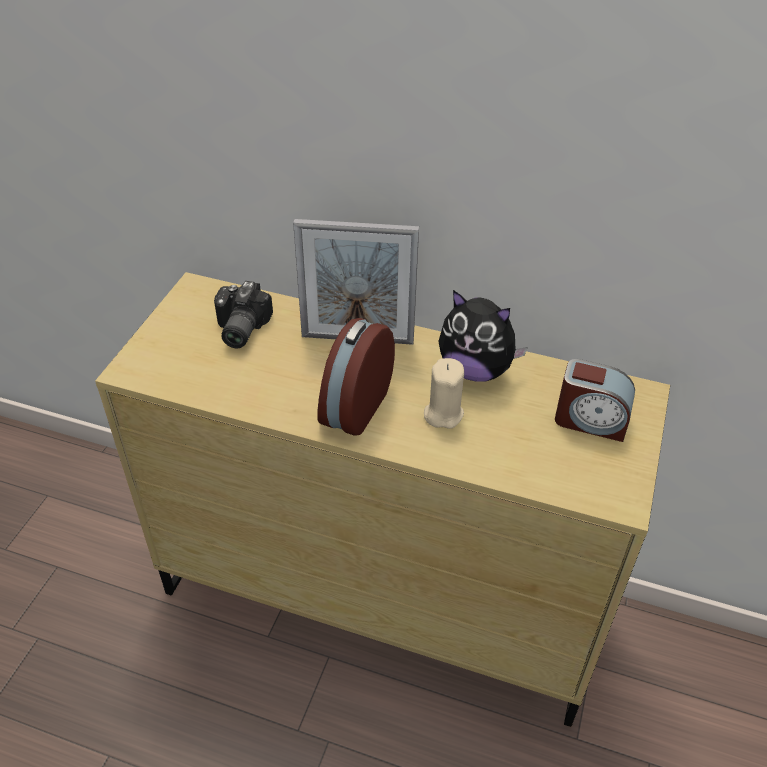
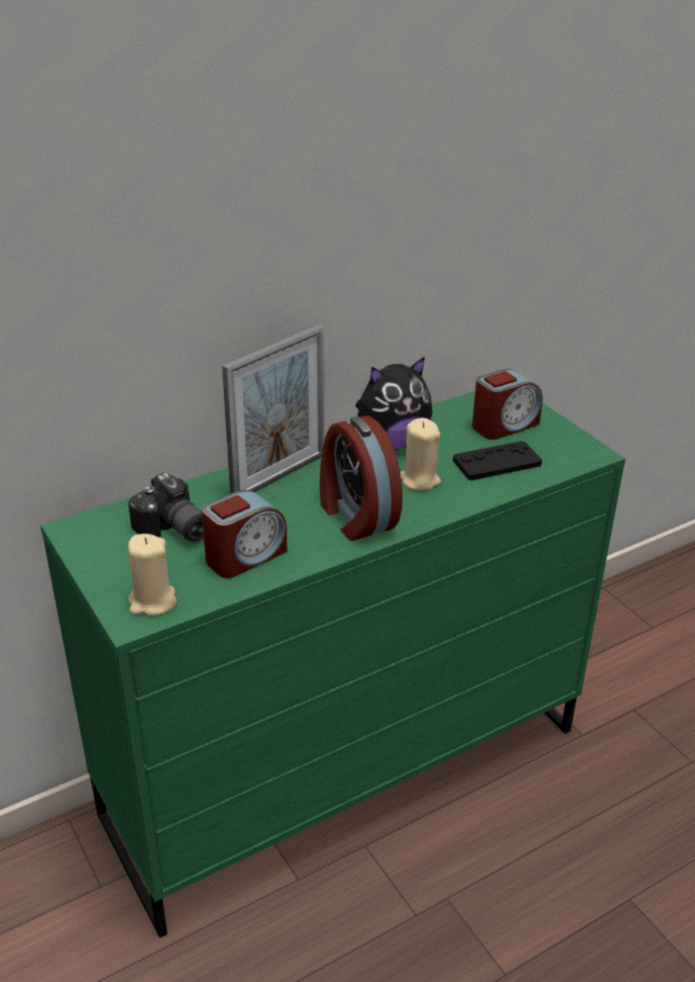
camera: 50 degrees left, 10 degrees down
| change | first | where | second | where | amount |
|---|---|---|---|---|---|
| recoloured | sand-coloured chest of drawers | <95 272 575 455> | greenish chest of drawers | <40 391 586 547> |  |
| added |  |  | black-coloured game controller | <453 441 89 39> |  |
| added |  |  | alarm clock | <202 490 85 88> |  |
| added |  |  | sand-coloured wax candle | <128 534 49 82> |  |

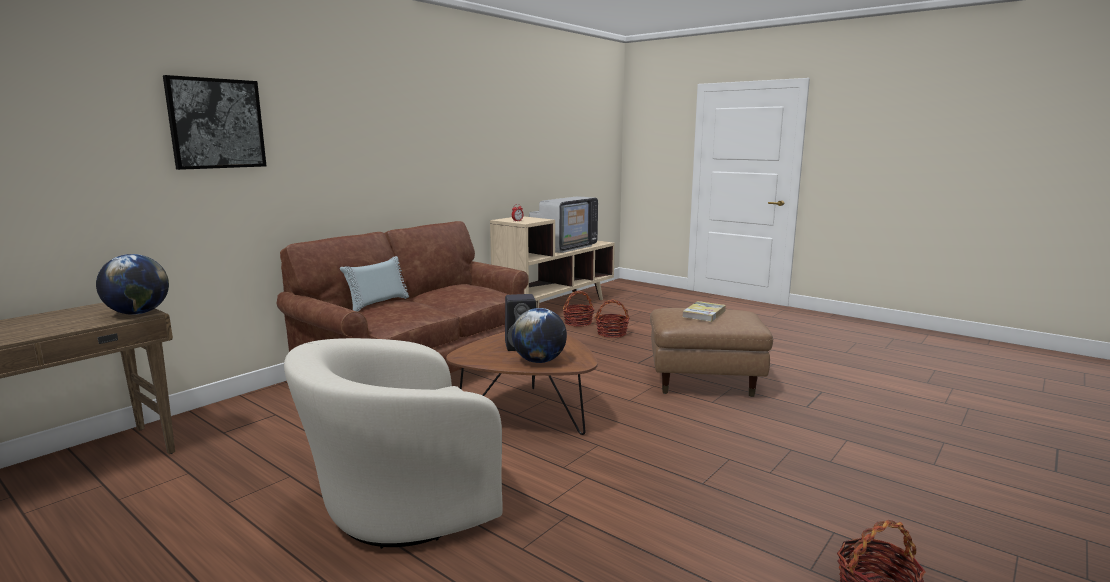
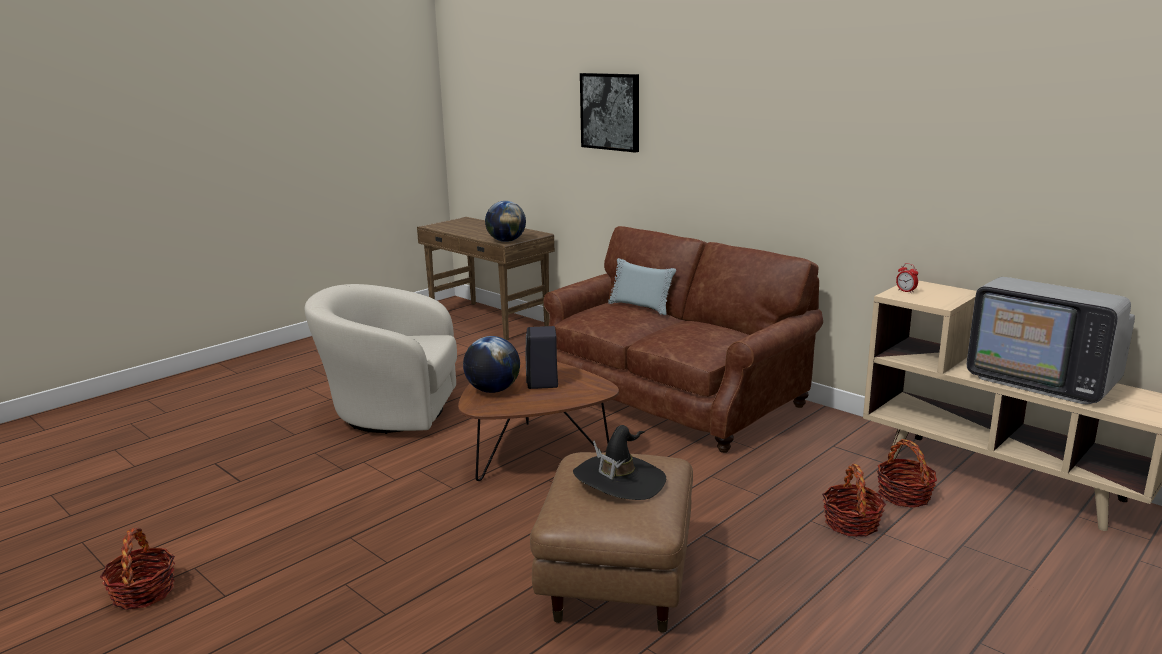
camera: 95 degrees right, 5 degrees up
| change | first | where | second | where | amount |
|---|---|---|---|---|---|
| replaced | volume | <682 301 44 21> | black-coloured hat | <573 425 93 75> |  |
| turned | sand-coloured armchair | <284 338 219 211> |  | <305 284 152 150> | 60 degrees counterclockwise |

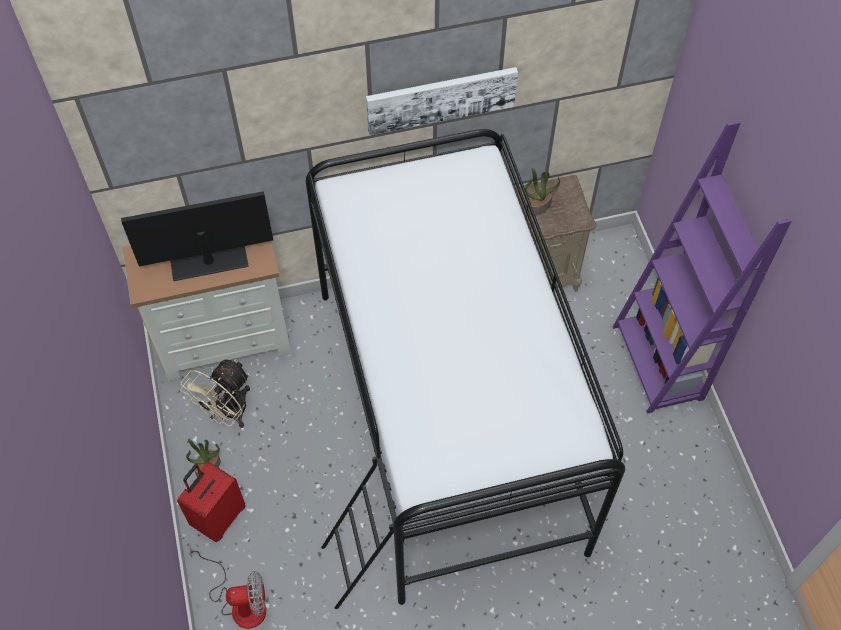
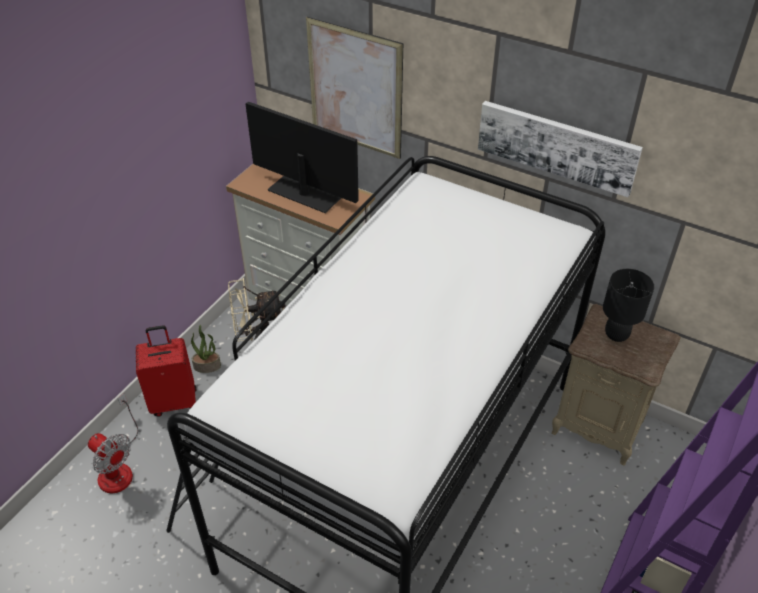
camera: 45 degrees right, 15 degrees down
| change | first | where | second | where | amount |
|---|---|---|---|---|---|
| replaced | plant in a pot | <525 167 35 48> | black-coloured tabletop lamp | <603 269 51 73> |  |
| added |  |  | picture | <306 17 97 142> |  |

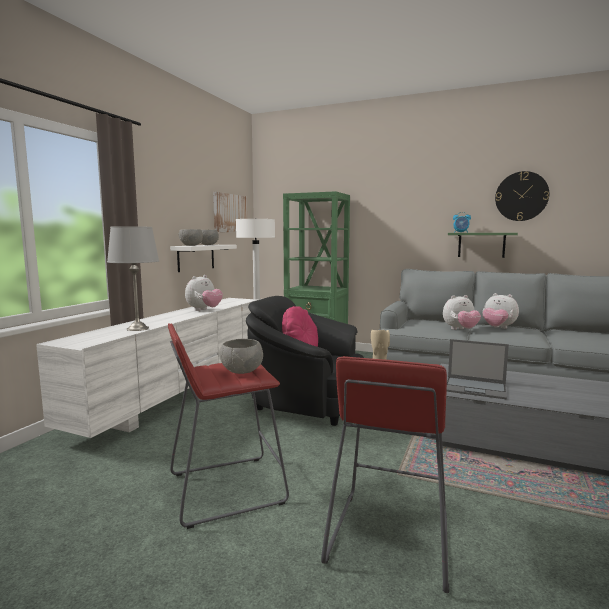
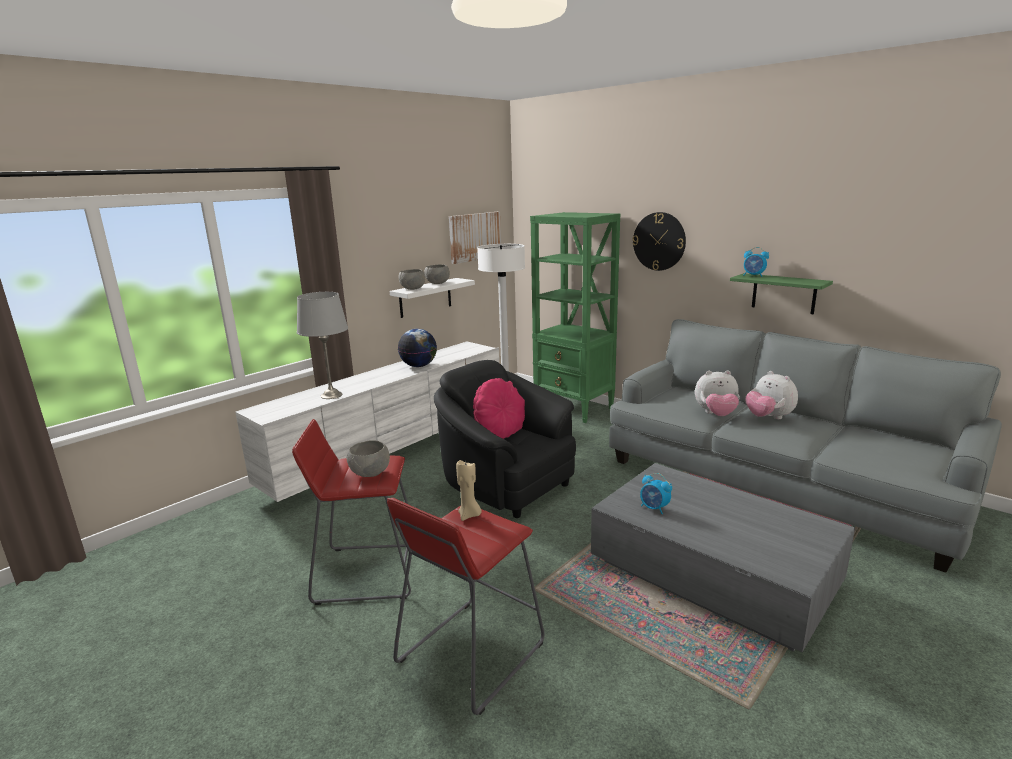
camera: 20 degrees right, 10 degrees up
| change | first | where | second | where | amount |
|---|---|---|---|---|---|
| moved | wall clock | <495 171 54 50> |  | <633 212 53 59> |  |
| replaced | cuddly toy | <185 275 38 36> | globe | <398 329 39 38> |  |
| replaced | notebook computer | <447 339 62 60> | alarm clock | <640 473 32 41> |  |

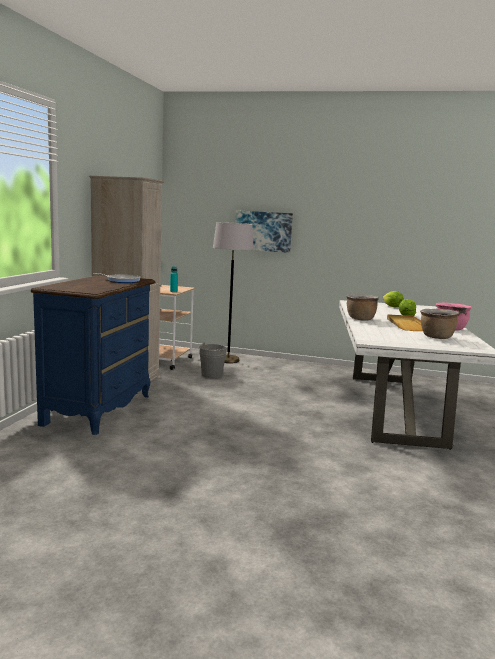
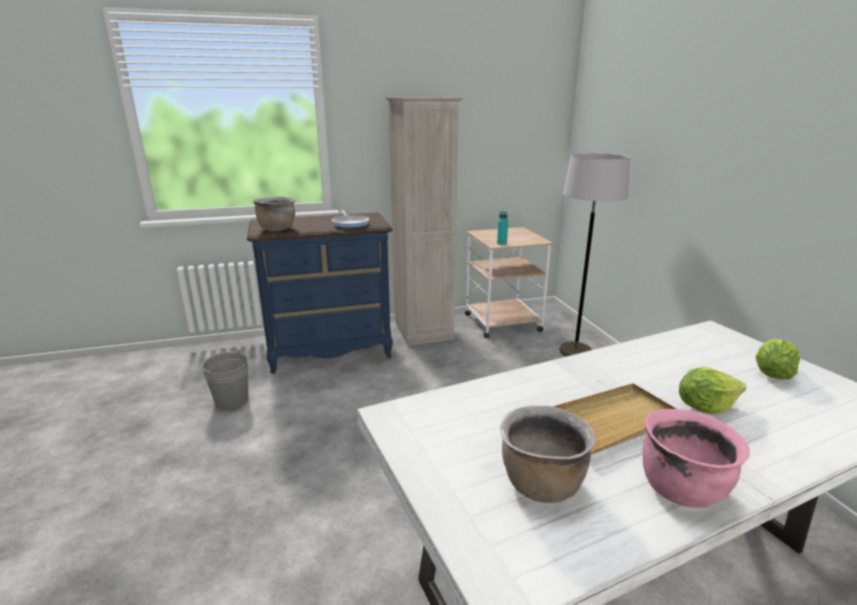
camera: 60 degrees right, 10 degrees up
| change | first | where | second | where | amount |
|---|---|---|---|---|---|
| removed | picture | <235 210 58 43> |  |  |  |
| moved | brownish cooking pot | <346 294 33 27> |  | <253 196 42 35> |  |
| moved | gray bucket | <199 342 28 36> |  | <202 349 47 61> |  |

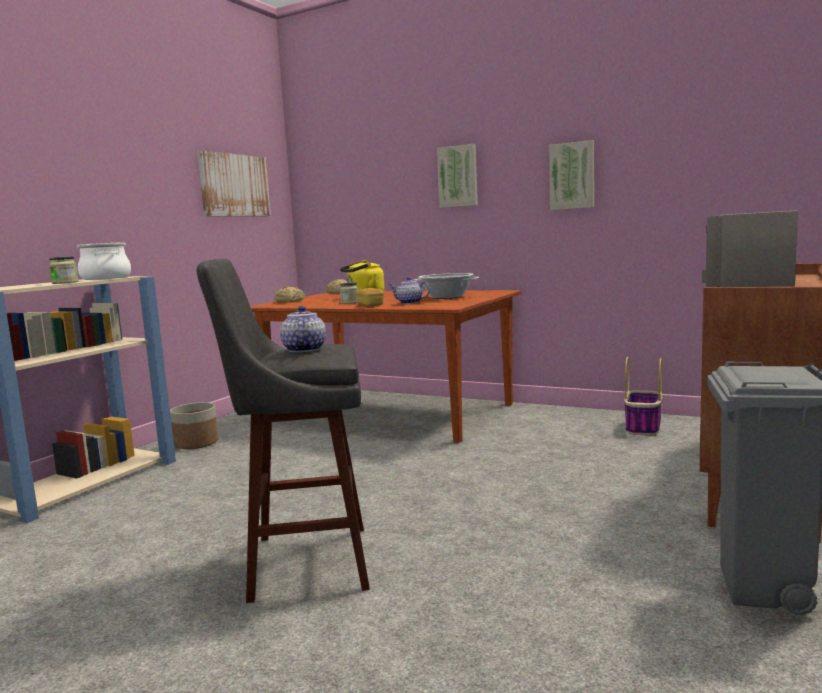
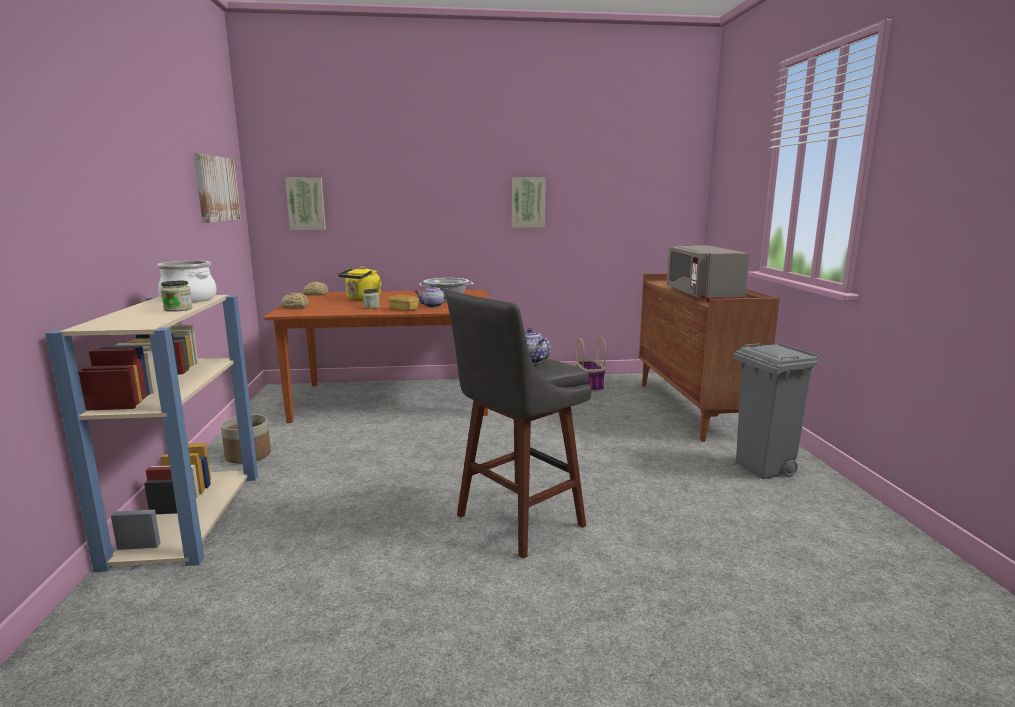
camera: 35 degrees left, 5 degrees up
| change | first | where | second | where | amount |
|---|---|---|---|---|---|
| moved | picture | <437 144 41 64> |  | <285 178 41 52> |  |

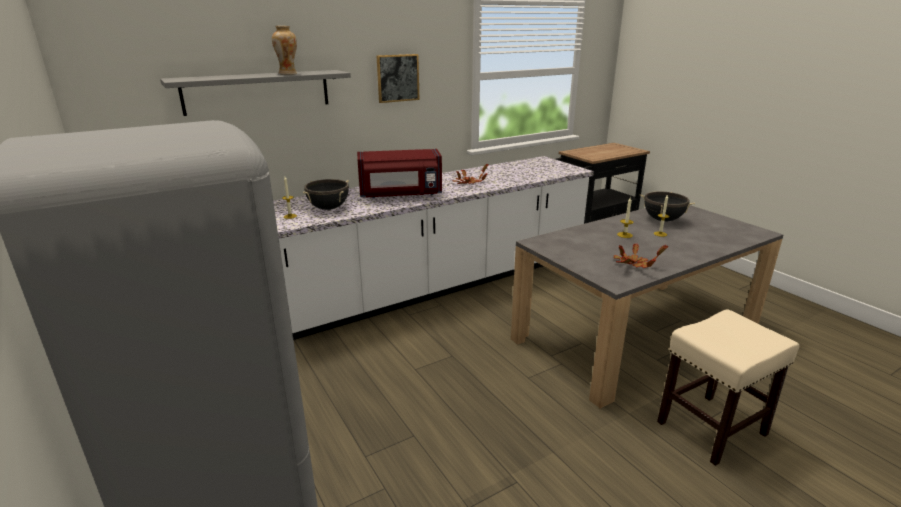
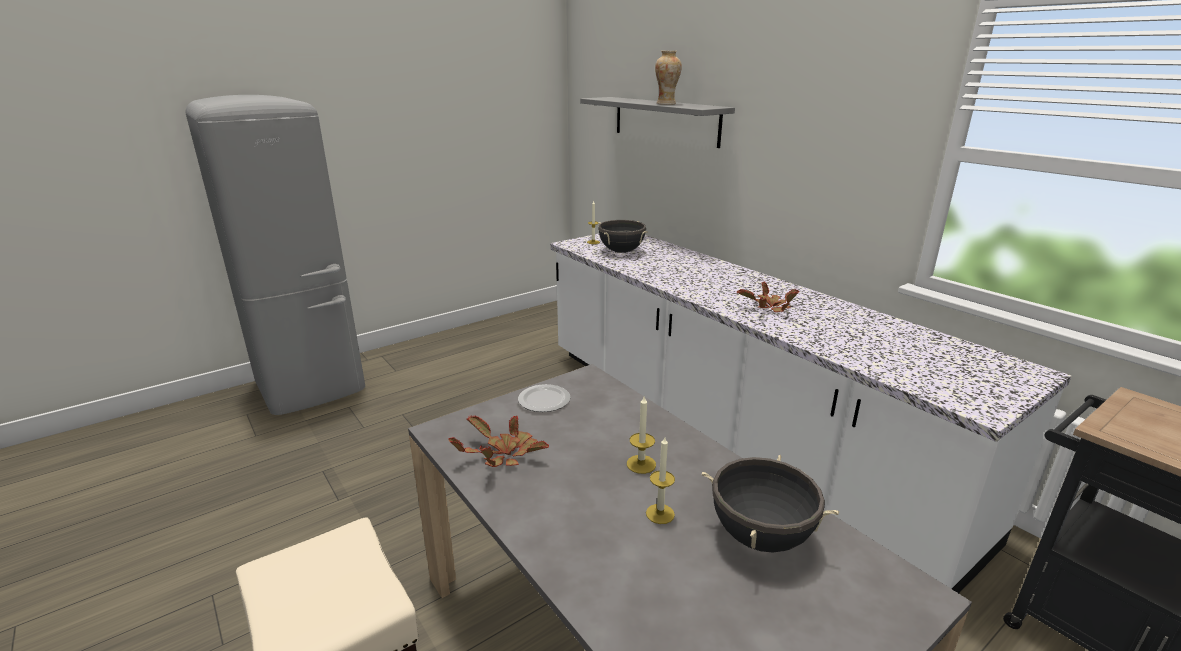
camera: 85 degrees right, 0 degrees up
| change | first | where | second | where | amount |
|---|---|---|---|---|---|
| removed | picture | <377 54 42 49> |  |  |  |
| removed | reddish microwave | <357 149 85 49> |  |  |  |
| added |  |  | flat dish | <518 384 53 28> |  |

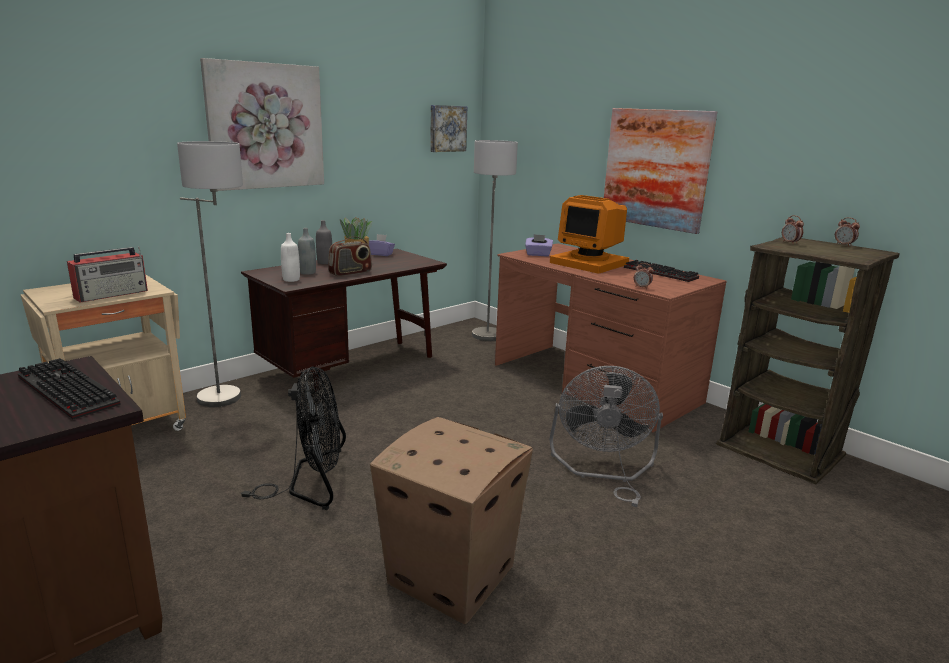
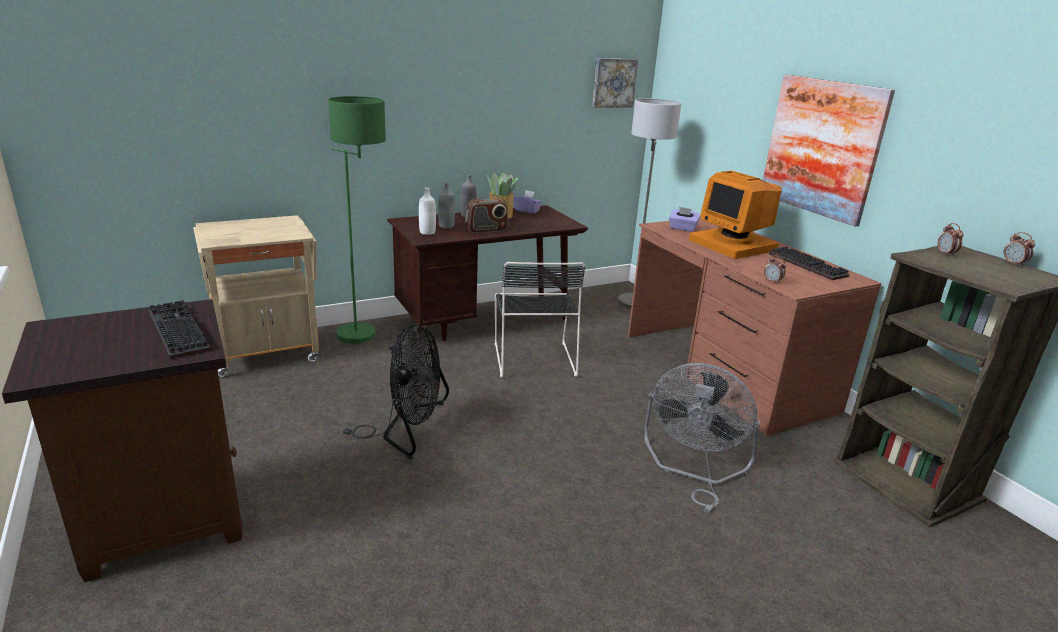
camera: 15 degrees right, 5 degrees up
| change | first | where | second | where | amount |
|---|---|---|---|---|---|
| removed | picture | <200 58 124 133> |  |  |  |
| recoloured | gray standard lamp | <177 141 66 266> | greenish standard lamp | <328 96 58 248> |  |
| removed | radio set | <67 246 81 57> |  |  |  |
| removed | carton | <370 417 163 207> |  |  |  |
| added |  |  | black-coloured upright chair | <495 262 90 116> |  |

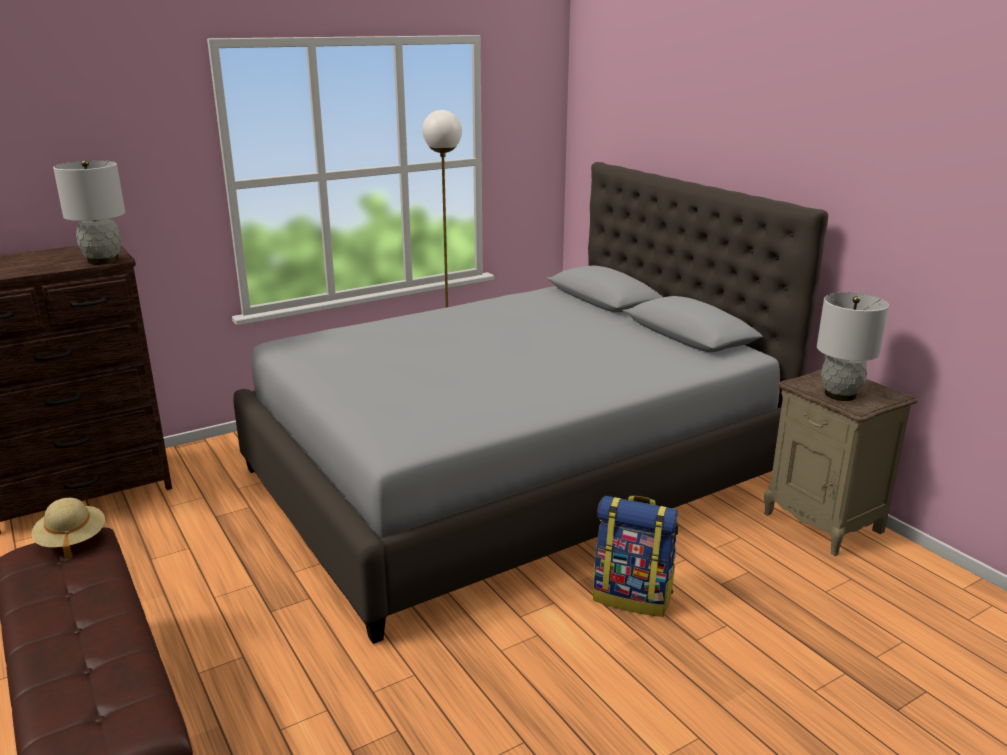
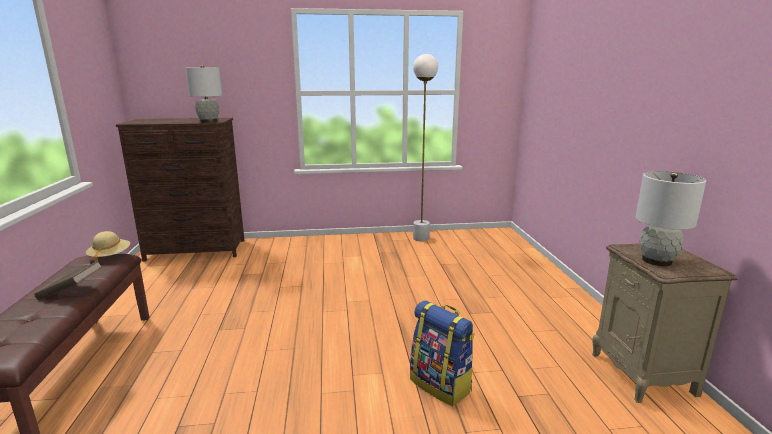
camera: 25 degrees right, 5 degrees down
| change | first | where | second | where | amount |
|---|---|---|---|---|---|
| removed | gray bed | <233 162 595 482> |  |  |  |
| added |  |  | brownish volume | <34 261 68 39> |  |

